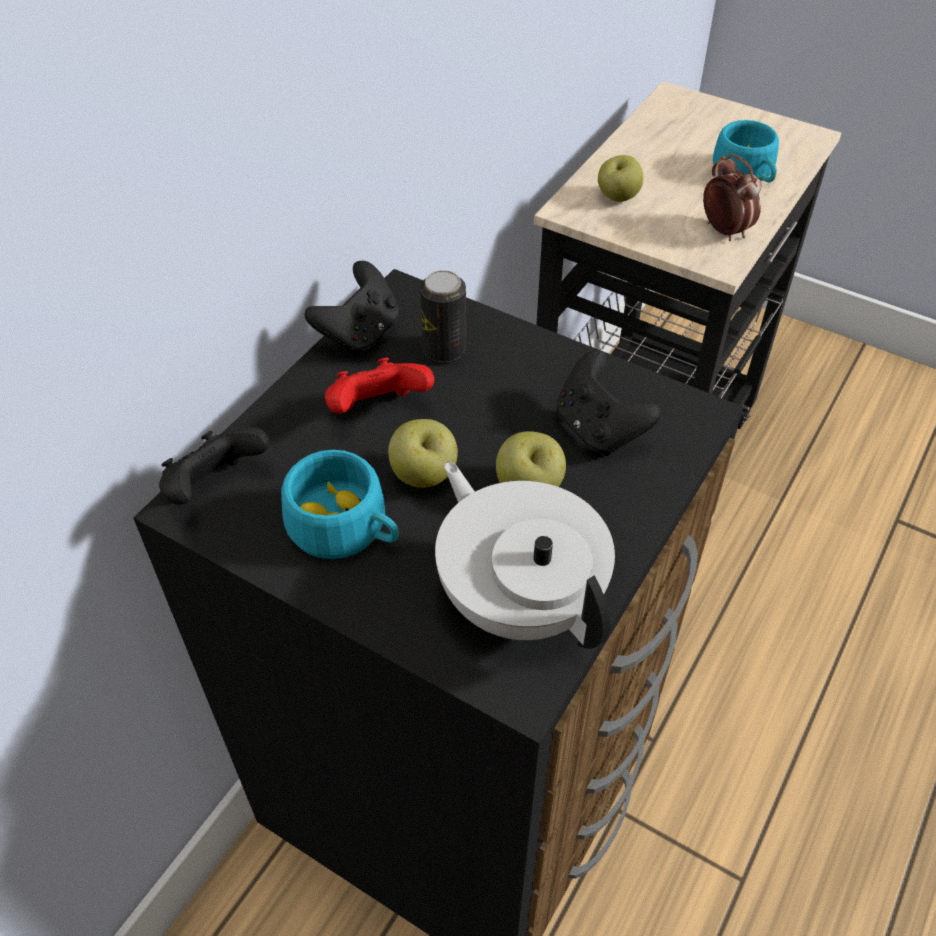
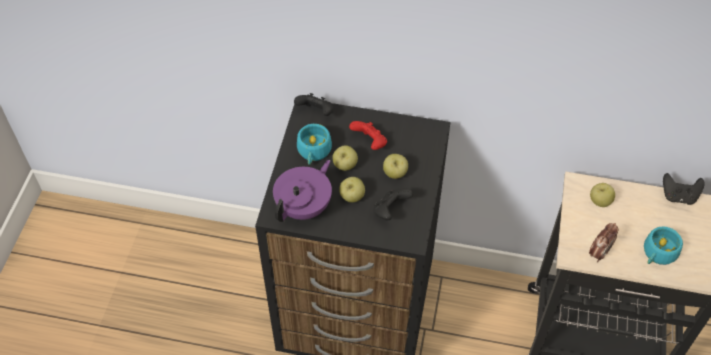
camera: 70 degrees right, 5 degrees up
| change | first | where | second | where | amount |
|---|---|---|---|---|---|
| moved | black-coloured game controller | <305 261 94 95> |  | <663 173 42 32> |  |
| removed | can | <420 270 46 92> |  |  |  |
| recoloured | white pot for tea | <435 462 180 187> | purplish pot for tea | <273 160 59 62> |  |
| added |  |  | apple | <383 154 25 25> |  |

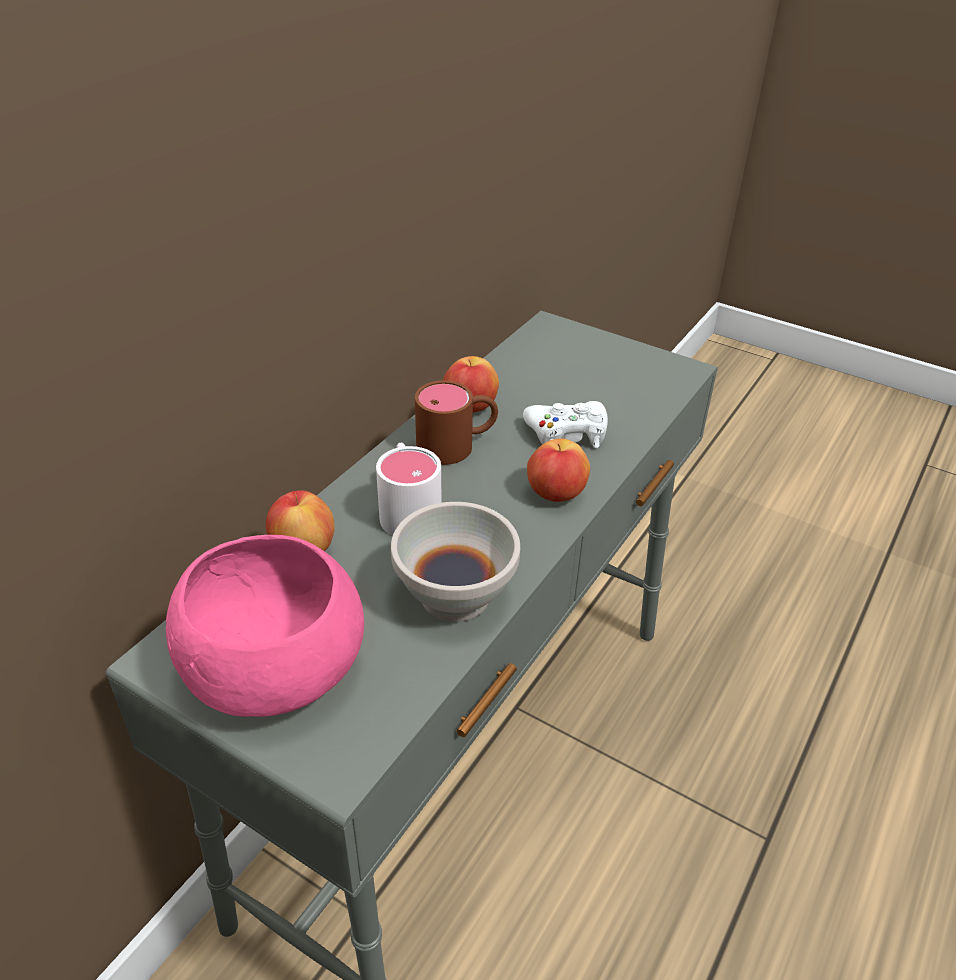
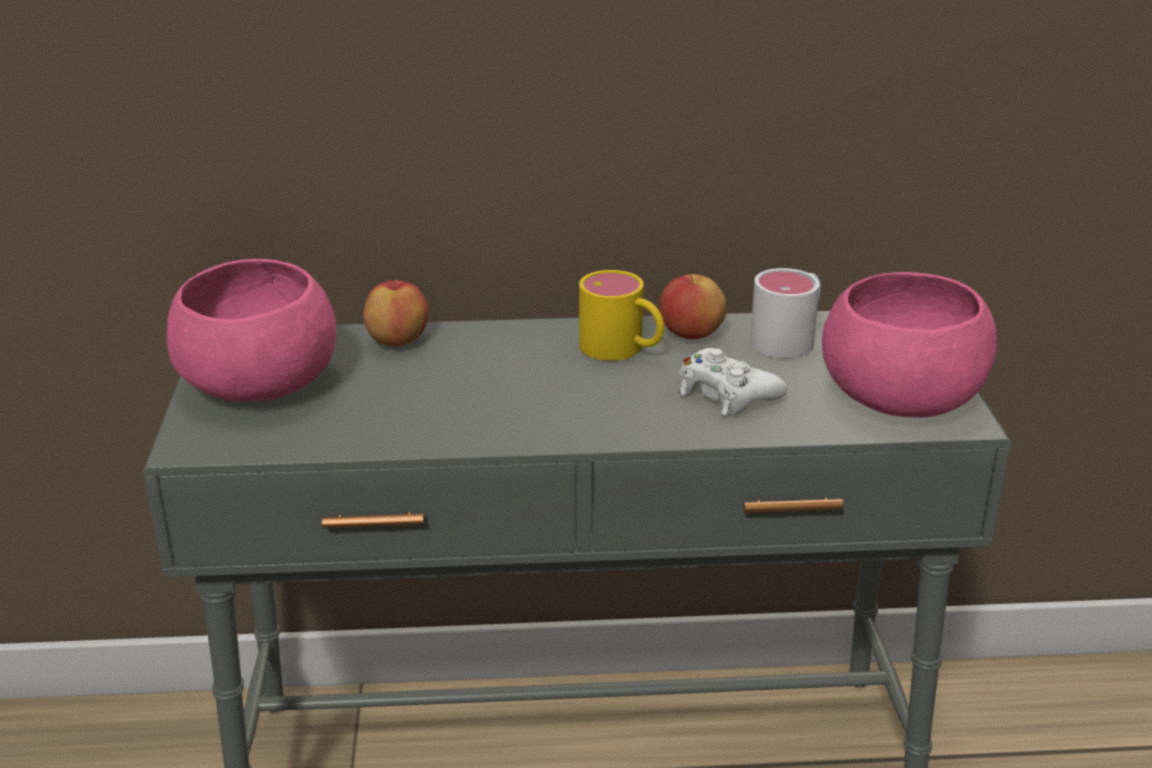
camera: 55 degrees right, 10 degrees down
| change | first | where | second | where | amount |
|---|---|---|---|---|---|
| recoloured | brownish mug | <415 381 83 84> | yellow mug | <579 270 85 91> |  |
| removed | apple | <527 438 63 64> |  |  |  |
| moved | white mug | <376 443 65 93> |  | <750 268 71 91> |  |
| removed | white deep dish | <391 502 129 120> |  |  |  |
| added |  |  | pinkish deep dish | <822 272 175 146> |  |

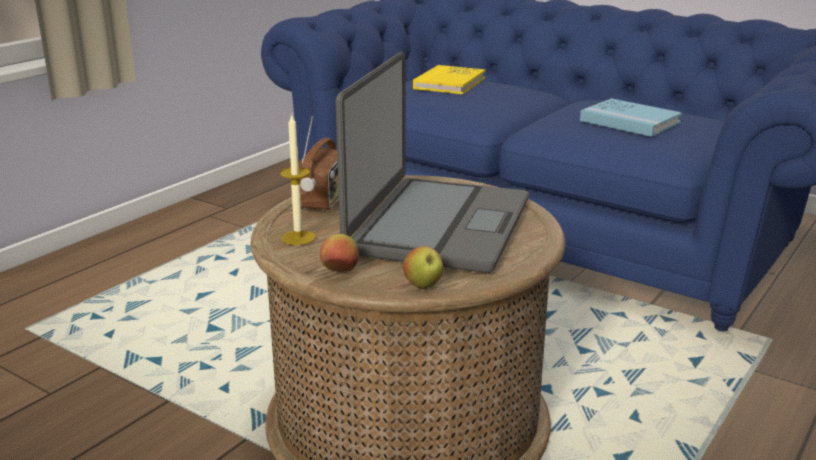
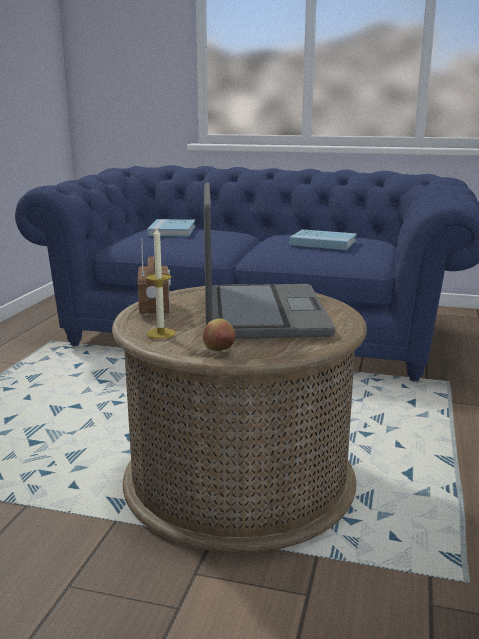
camera: 20 degrees left, 5 degrees down
| change | first | where | second | where | amount |
|---|---|---|---|---|---|
| recoloured | yellow volume | <413 65 73 29> | blue volume | <147 219 48 18> |  |
| removed | apple | <403 246 41 43> |  |  |  |

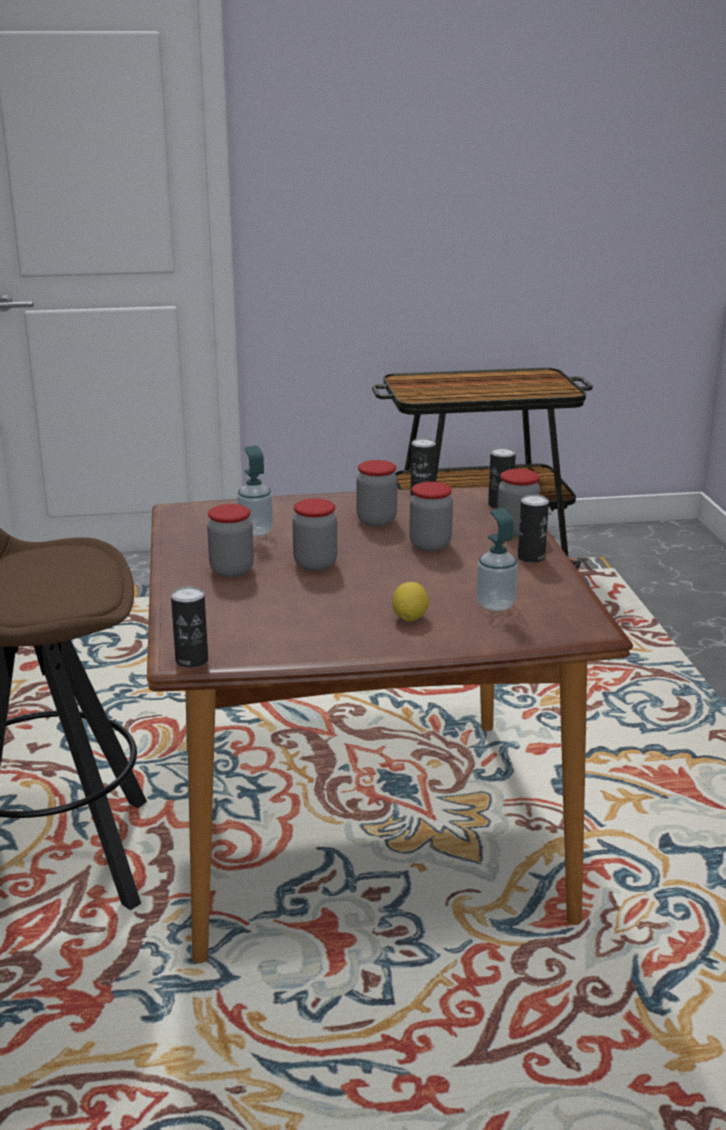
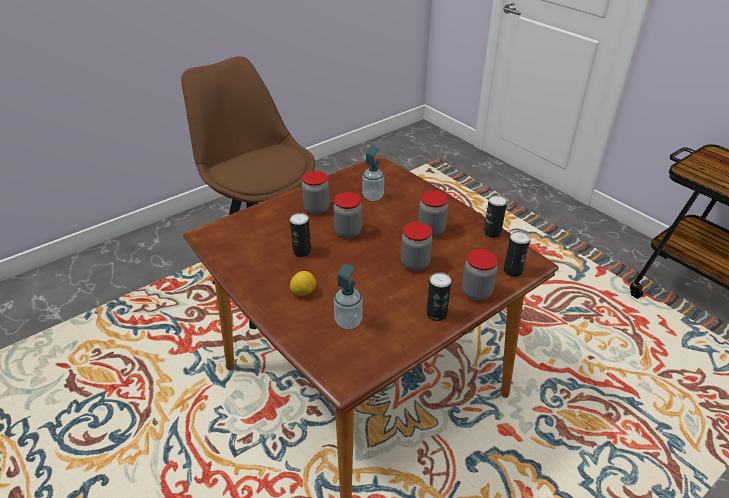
camera: 60 degrees right, 15 degrees up
| change | first | where | second | where | amount |
|---|---|---|---|---|---|
| moved | can | <171 586 37 82> |  | <290 213 21 44> |  |

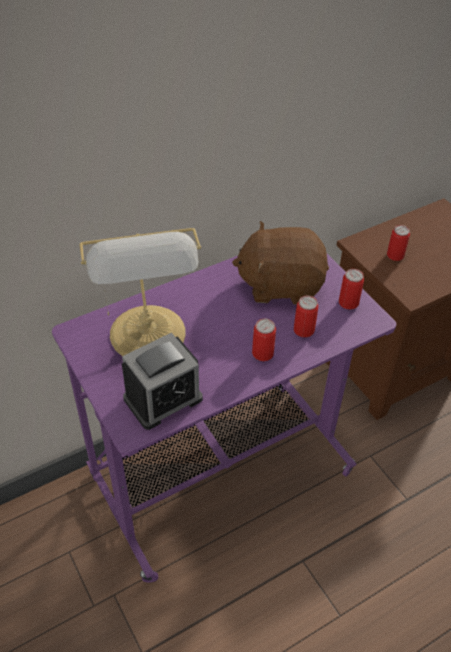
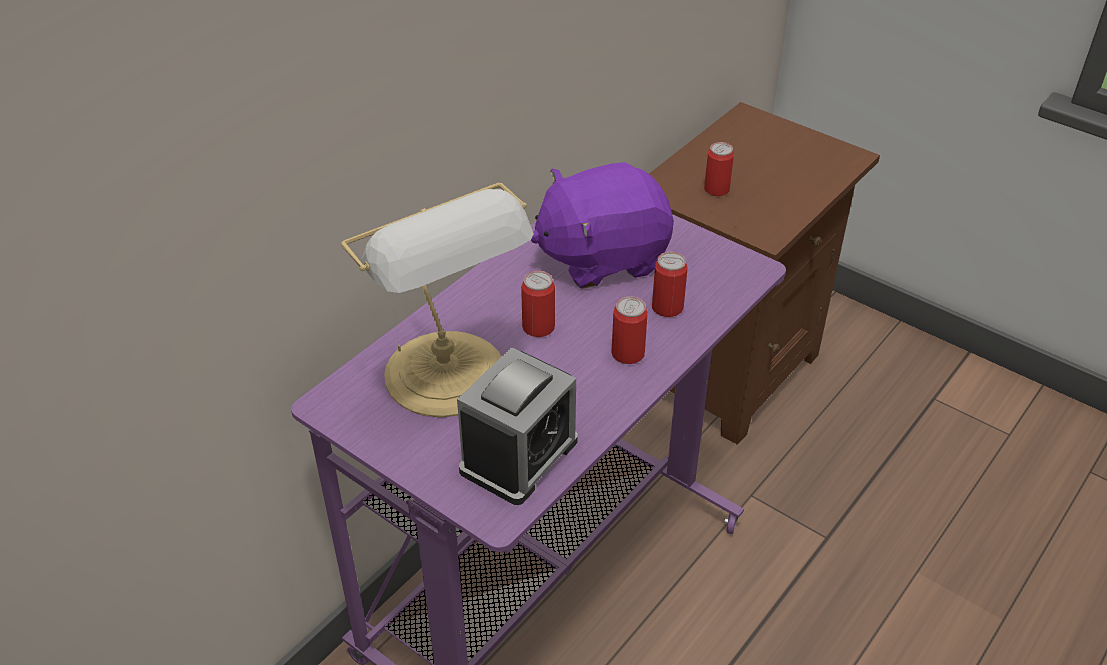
camera: 20 degrees left, 5 degrees down
| change | first | where | second | where | amount |
|---|---|---|---|---|---|
| recoloured | brownish cuddly toy | <232 221 97 84> | purplish cuddly toy | <531 162 143 127> |  |
| moved | can | <339 269 25 41> |  | <521 271 34 66> |  |

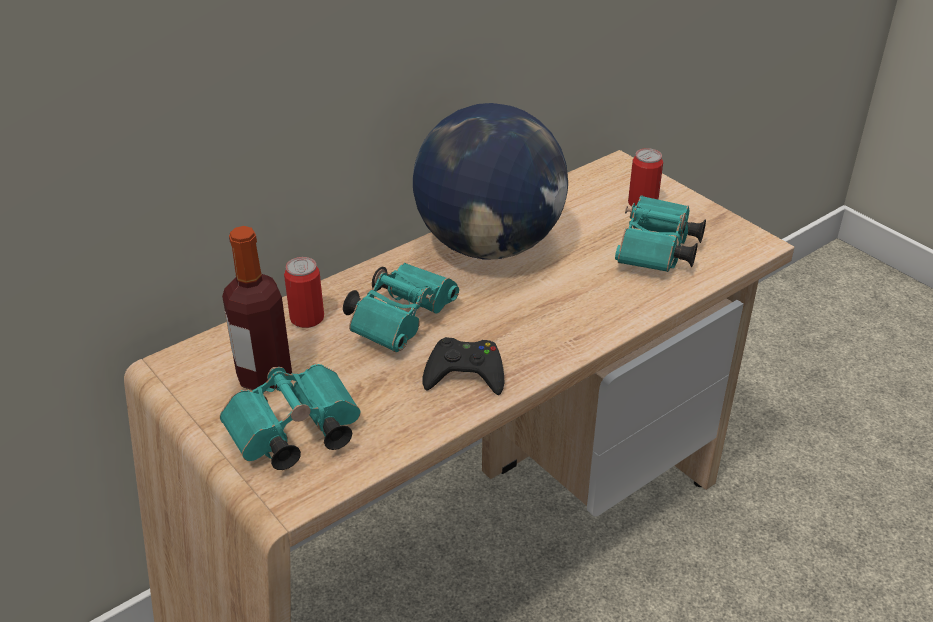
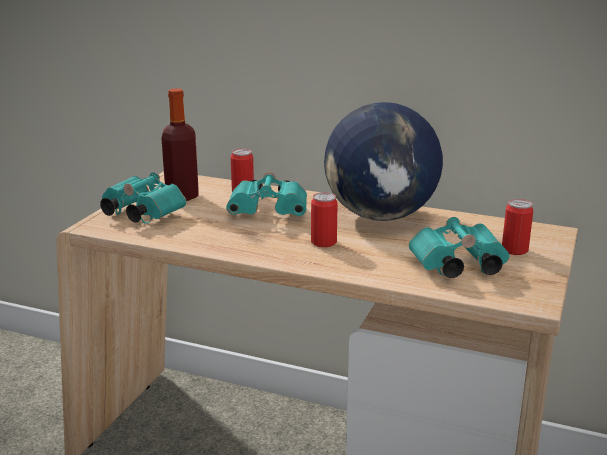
camera: 60 degrees right, 15 degrees down
| change | first | where | second | where | amount |
|---|---|---|---|---|---|
| removed | black-coloured game controller | <423 337 82 58> |  |  |  |
| added |  |  | can | <311 192 27 55> |  |

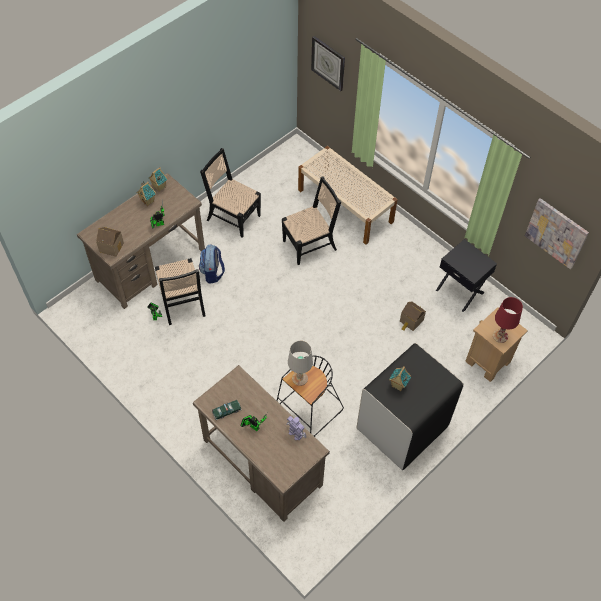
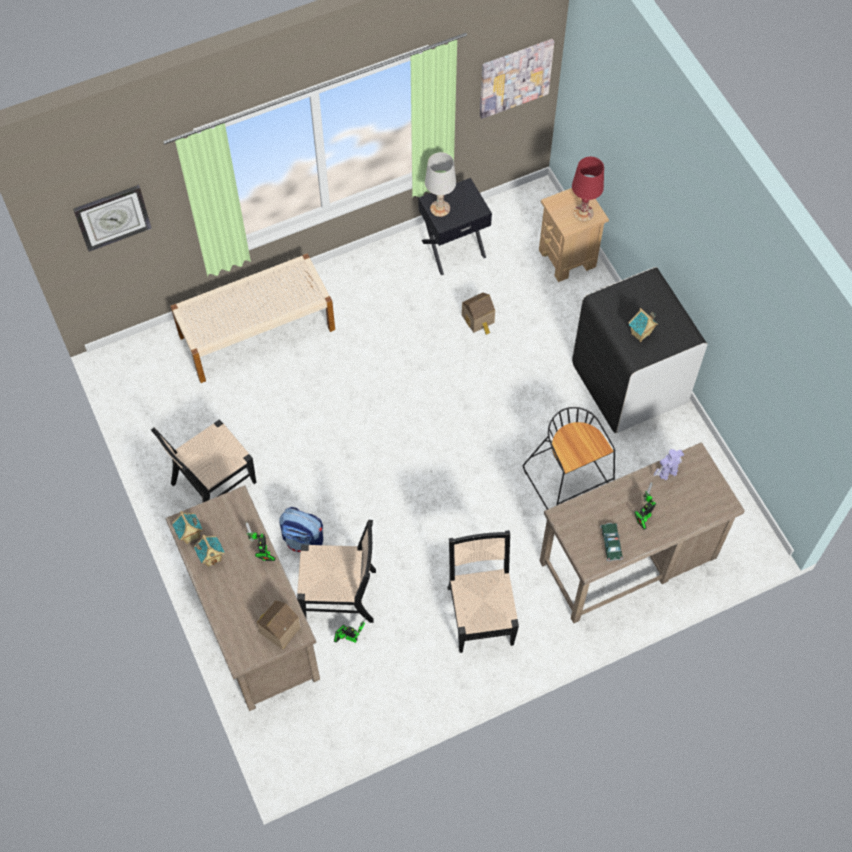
camera: 70 degrees left, 5 degrees up
| change | first | where | second | where | amount |
|---|---|---|---|---|---|
| moved | upright chair | <282 176 59 89> |  | <447 530 72 123> |  |
| moved | white tabletop lamp | <288 341 25 45> |  | <425 152 31 65> |  |

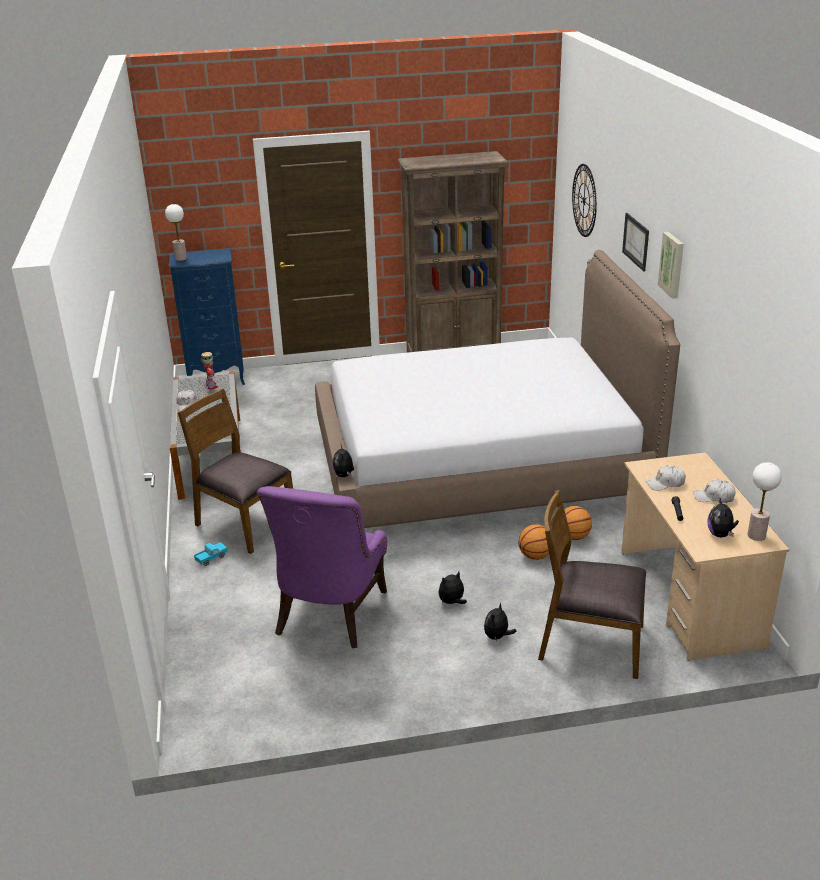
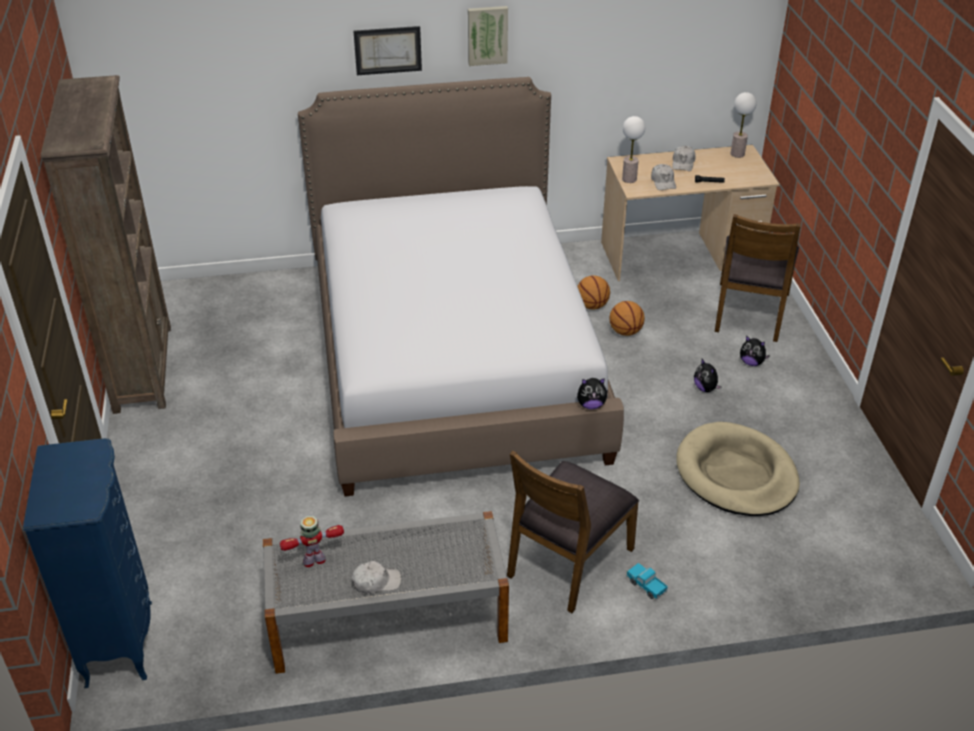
camera: 90 degrees left, 10 degrees up
| change | first | where | second | where | amount |
|---|---|---|---|---|---|
| removed | wall clock | <572 164 25 73> |  |  |  |
| moved | tabletop lamp | <165 204 22 57> |  | <622 116 23 67> |  |
| replaced | purplish upright chair | <257 486 130 162> | sand-coloured pet bed | <676 422 124 94> |  |
| removed | cuddly toy | <707 498 32 39> |  |  |  |

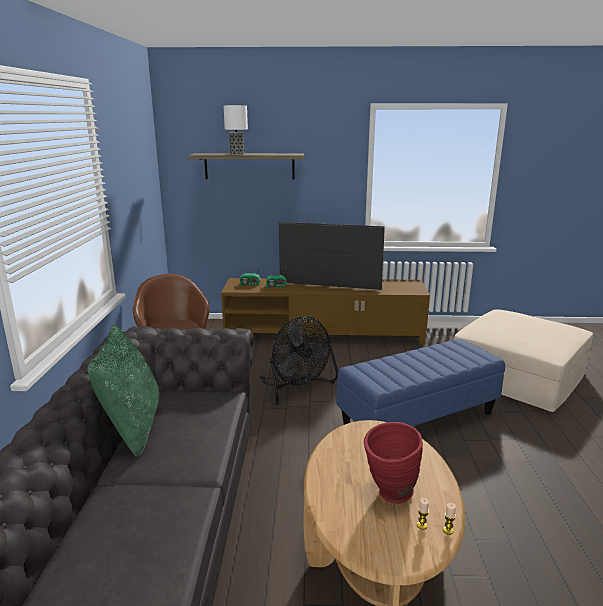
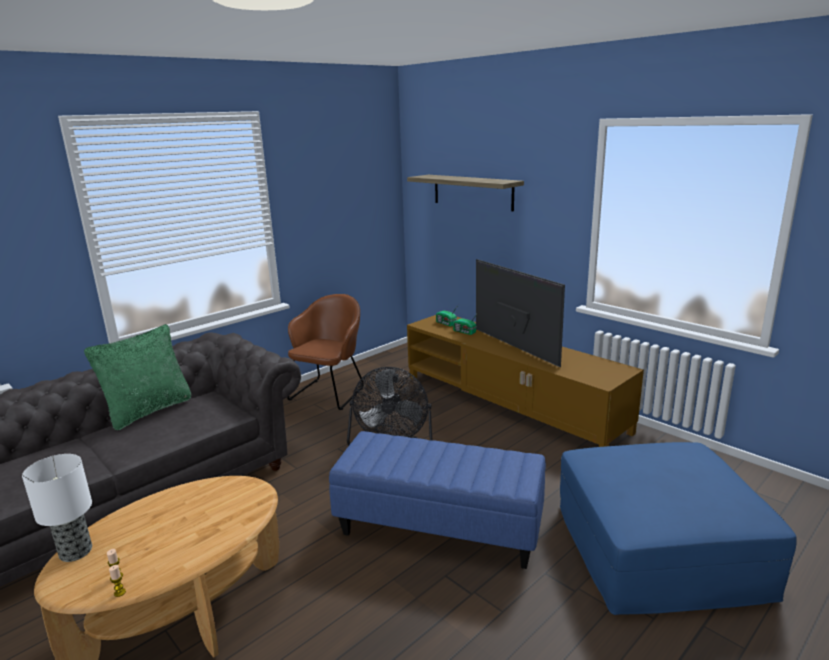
camera: 45 degrees right, 0 degrees up
| change | first | where | second | where | amount |
|---|---|---|---|---|---|
| moved | tabletop lamp | <224 105 24 50> |  | <22 454 70 108> |  |
| recoloured | sand-coloured footrest | <453 309 140 103> | blue footrest | <560 442 237 173> |  |
| removed | reddish vase | <364 422 59 82> |  |  |  |

